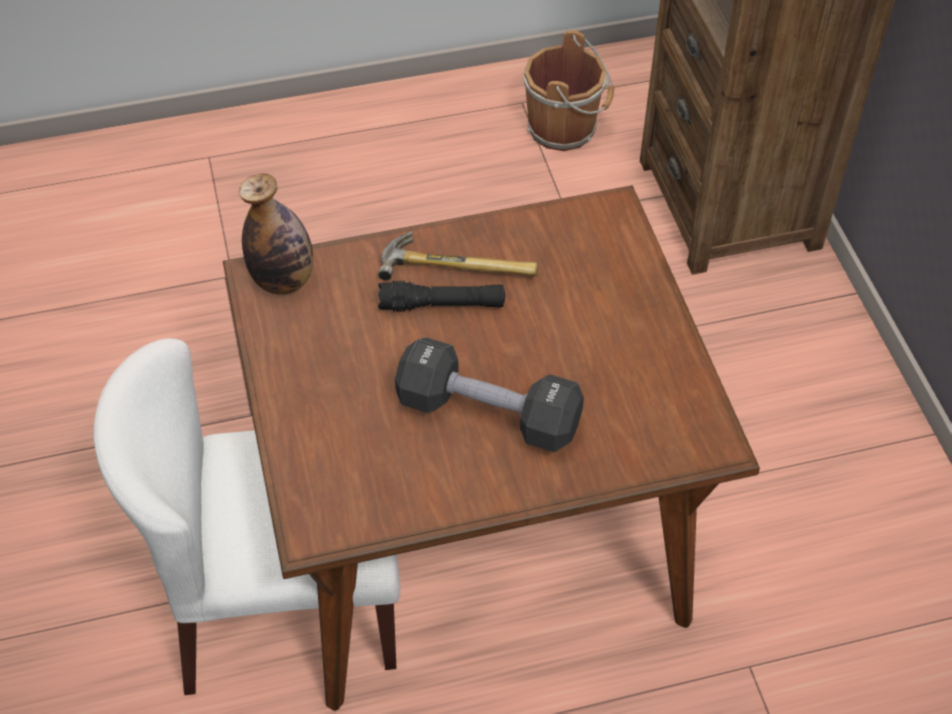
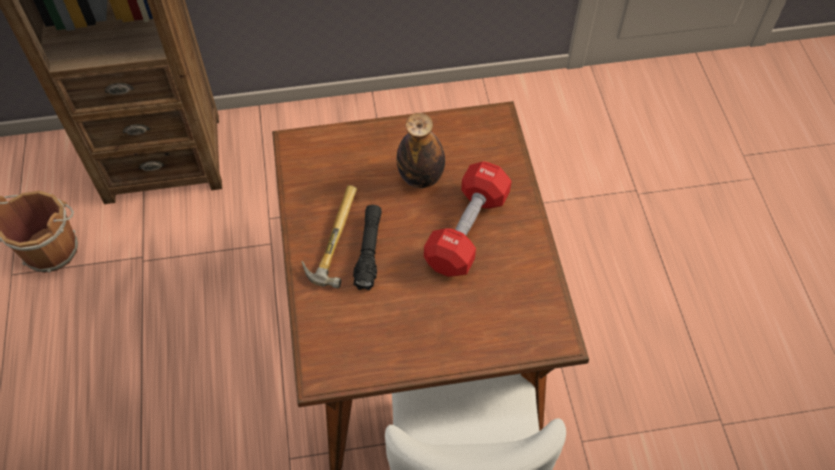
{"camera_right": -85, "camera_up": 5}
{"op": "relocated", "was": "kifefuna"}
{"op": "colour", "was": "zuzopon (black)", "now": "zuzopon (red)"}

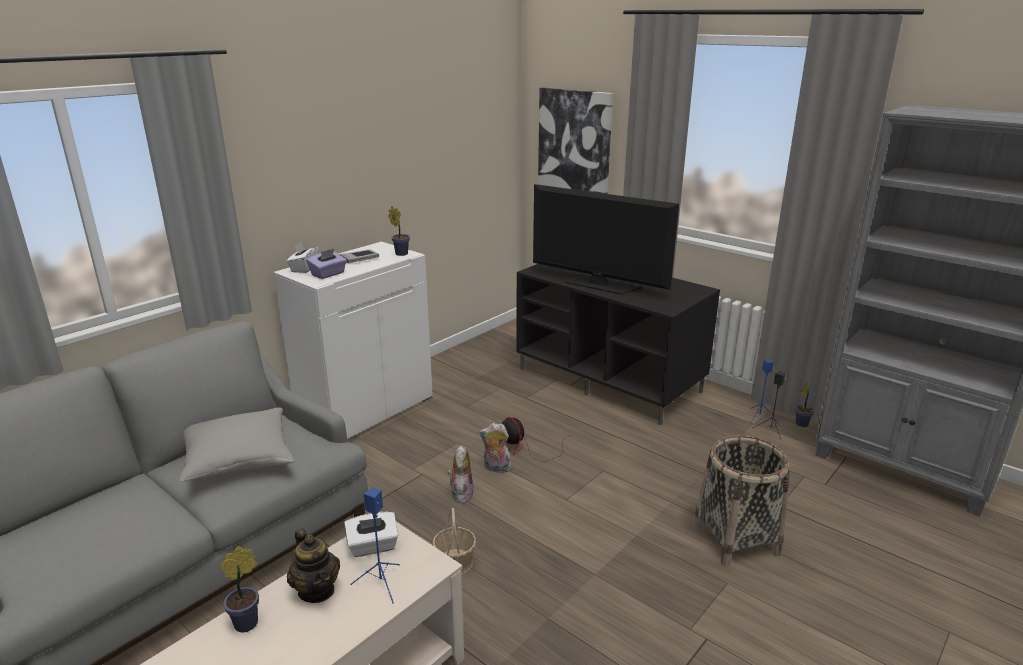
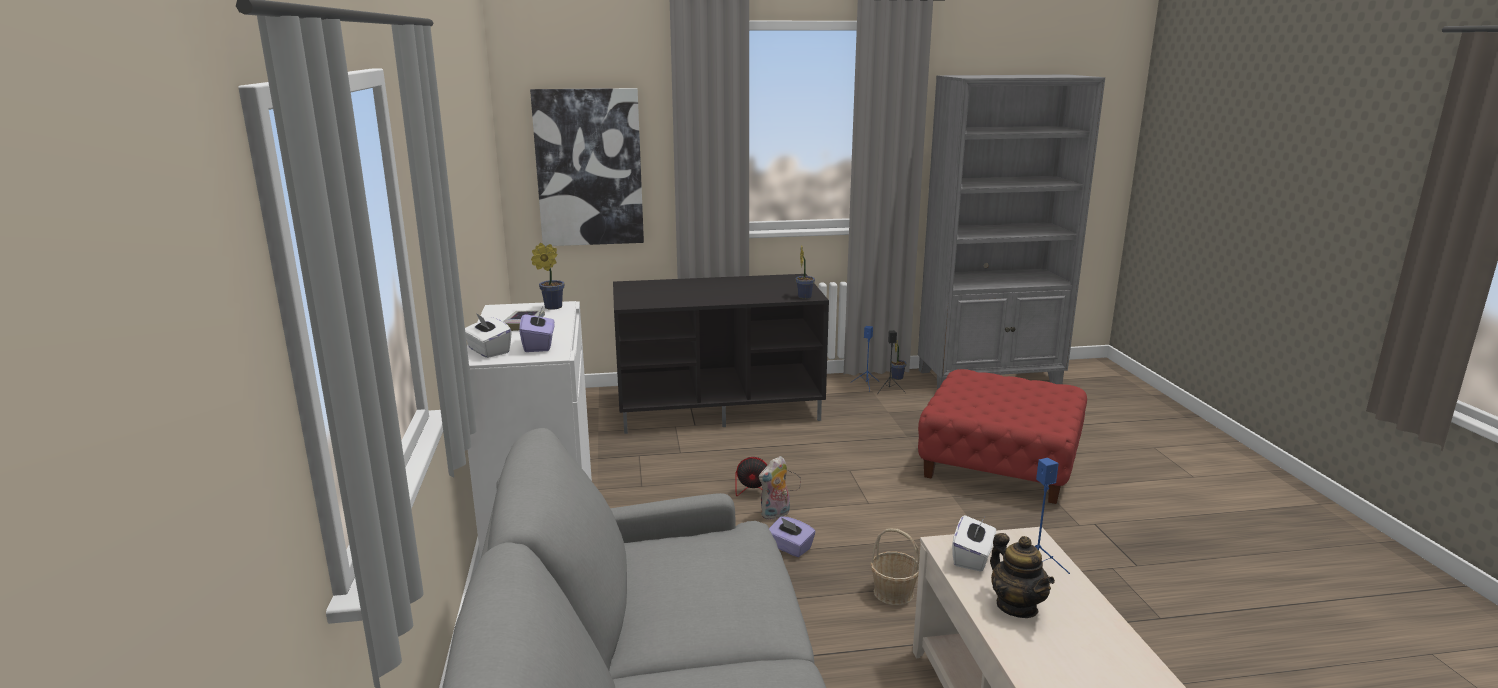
{"camera_right": -50, "camera_up": -5}
{"op": "missing", "was": "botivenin"}
{"op": "missing", "was": "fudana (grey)"}
{"op": "exchanged", "was": "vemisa (no. 2 from left)", "now": "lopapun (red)"}
{"op": "exchanged", "was": "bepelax (no. 1 from left)", "now": "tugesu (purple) (no. 2 from left)"}
{"op": "spun", "was": "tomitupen", "clockwise": 60}
{"op": "relocated", "was": "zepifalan (no. 1 from left in the first image)", "now": "zepifalan (no. 2 from left)"}

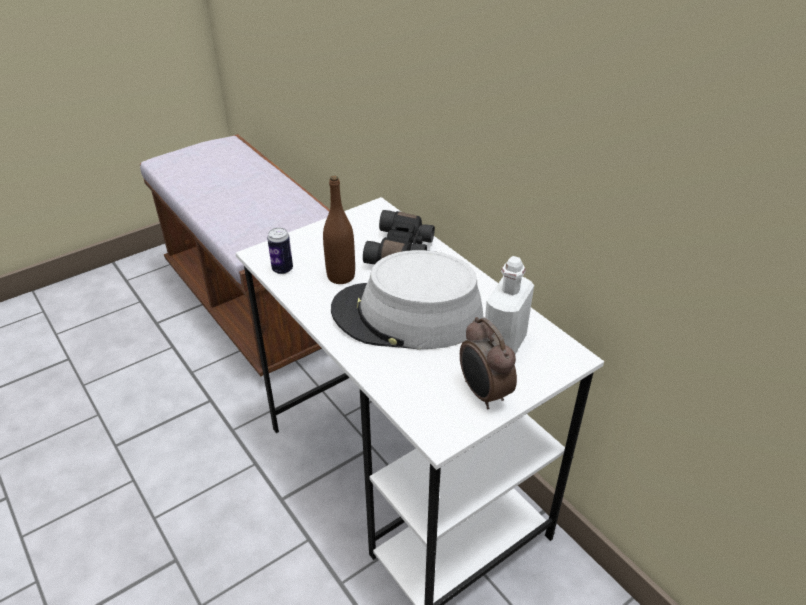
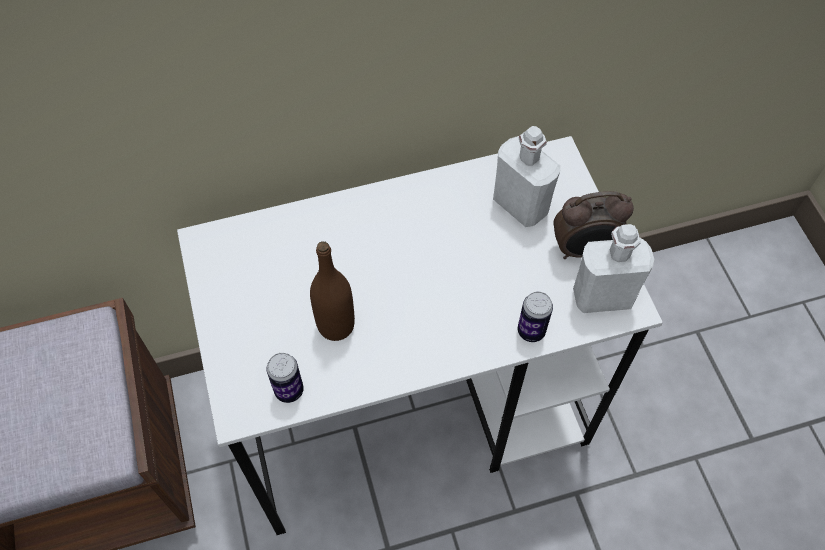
{"camera_right": -70, "camera_up": 20}
{"op": "missing", "was": "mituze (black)"}
{"op": "missing", "was": "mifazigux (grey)"}
{"op": "appeared", "now": "kifefuna (white) (no. 2 from left)"}
{"op": "appeared", "now": "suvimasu (no. 2 from left)"}

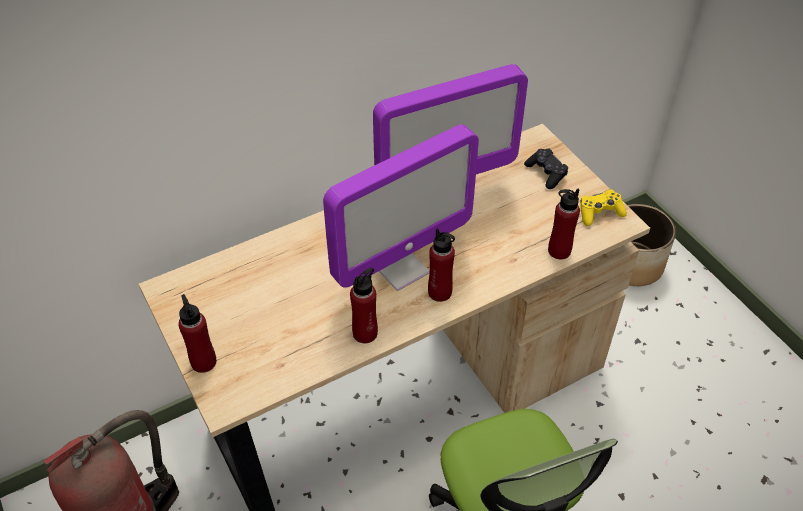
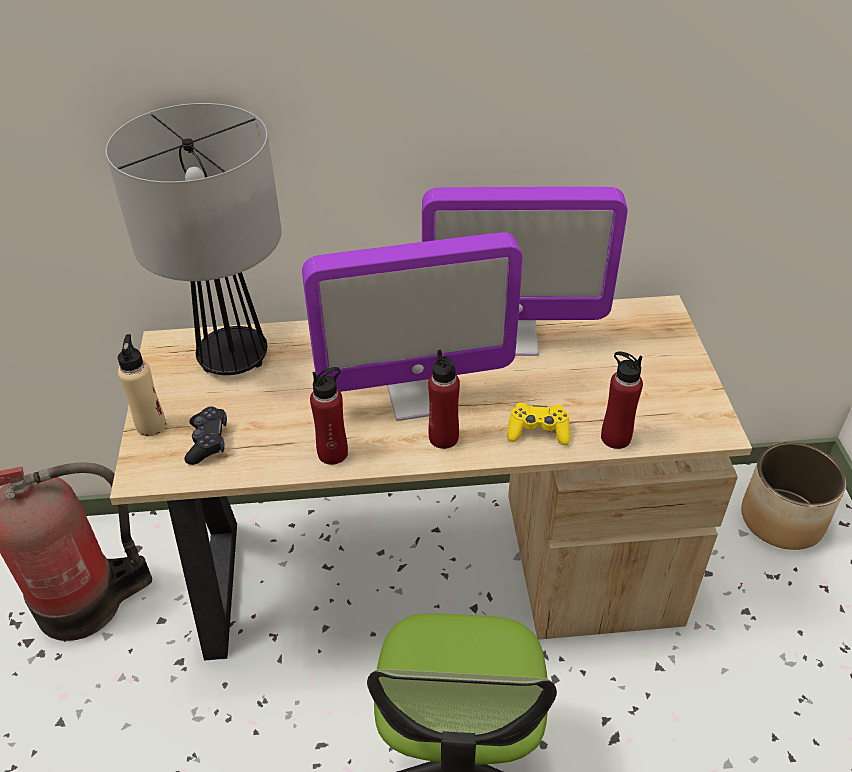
{"camera_right": 25, "camera_up": -5}
{"op": "relocated", "was": "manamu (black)"}
{"op": "relocated", "was": "manamu (yellow)"}
{"op": "colour", "was": "kifefuna (red) (no. 1 from left)", "now": "kifefuna (beige)"}
{"op": "appeared", "now": "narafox"}

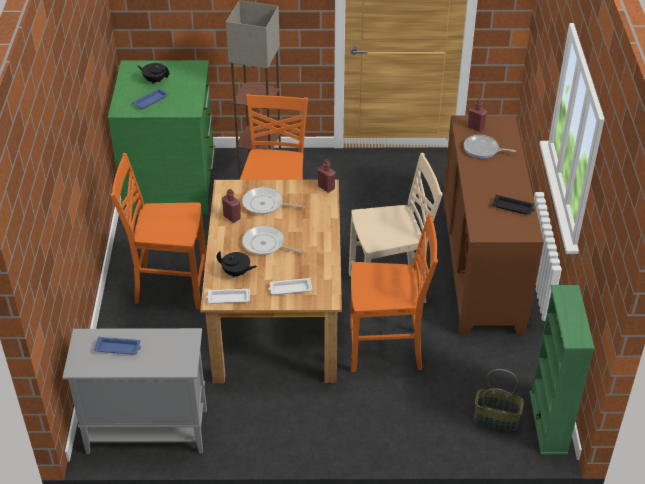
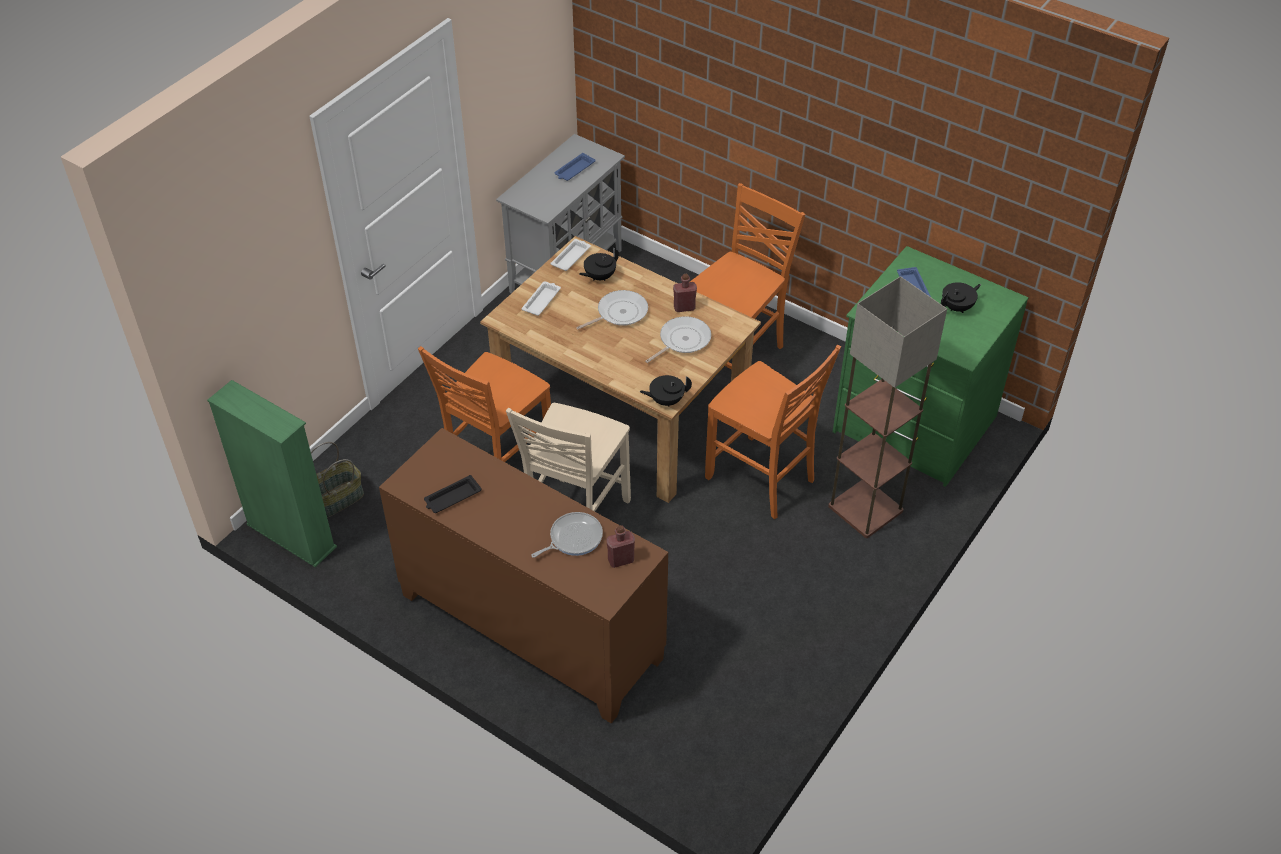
{"camera_right": 125, "camera_up": 5}
{"op": "exchanged", "was": "kifefuna (red) (no. 2 from left)", "now": "tomitupen (black) (no. 2 from left)"}

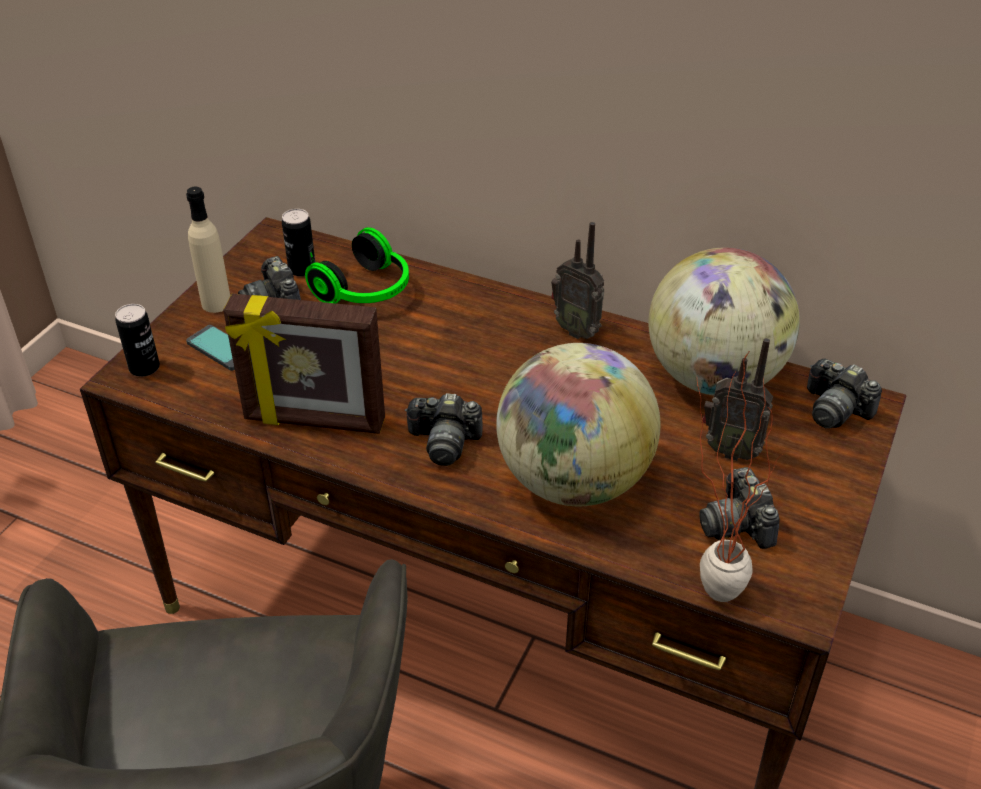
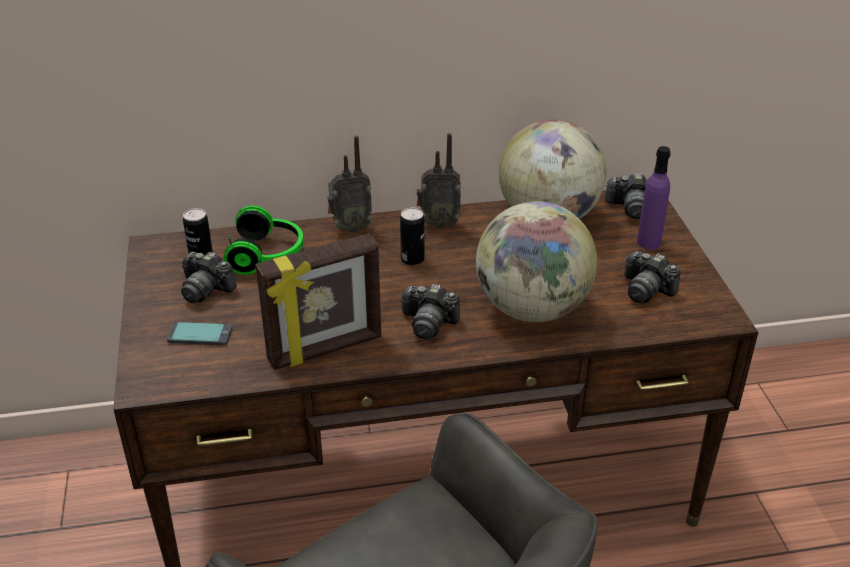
{"camera_right": -35, "camera_up": -5}
{"op": "missing", "was": "kifefuna (beige)"}
{"op": "relocated", "was": "suvimasu (no. 1 from left in the first image)", "now": "suvimasu (no. 2 from left)"}
{"op": "relocated", "was": "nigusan (no. 2 from left in the first image)", "now": "nigusan (no. 1 from left)"}
{"op": "missing", "was": "zepifalan"}
{"op": "spun", "was": "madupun (no. 2 from left)", "clockwise": 45}
{"op": "appeared", "now": "kifefuna (purple)"}

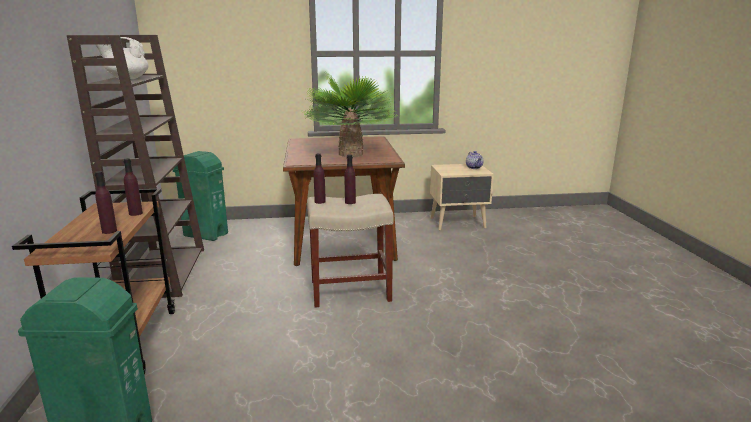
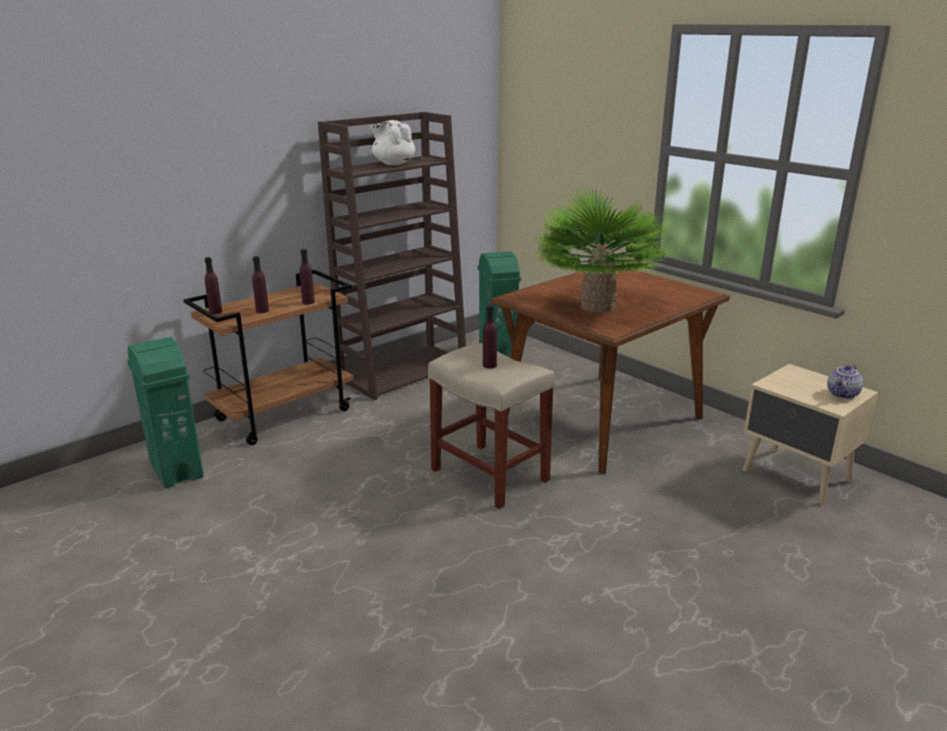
{"camera_right": 55, "camera_up": 5}
{"op": "relocated", "was": "kifefuna (purple) (no. 3 from left in the first image)", "now": "kifefuna (purple) (no. 1 from left)"}

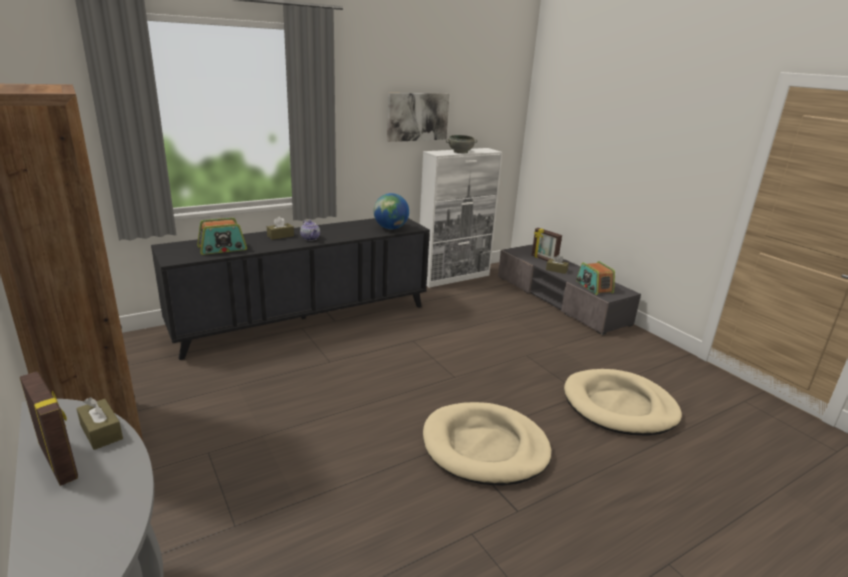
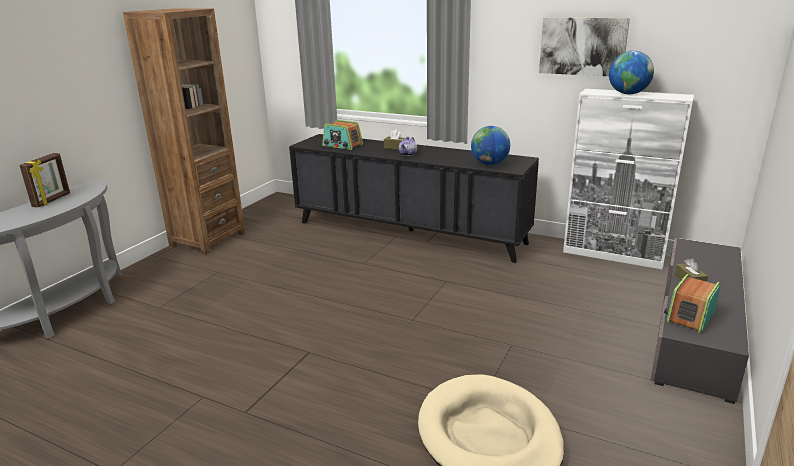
{"camera_right": 60, "camera_up": 0}
{"op": "exchanged", "was": "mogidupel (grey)", "now": "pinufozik (no. 2 from left)"}
{"op": "missing", "was": "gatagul (no. 2 from left)"}
{"op": "missing", "was": "tugesu (brown) (no. 1 from left)"}
{"op": "missing", "was": "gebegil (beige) (no. 1 from left)"}

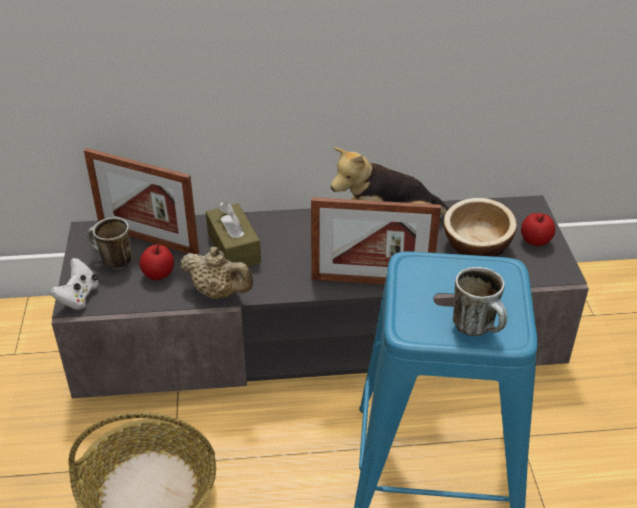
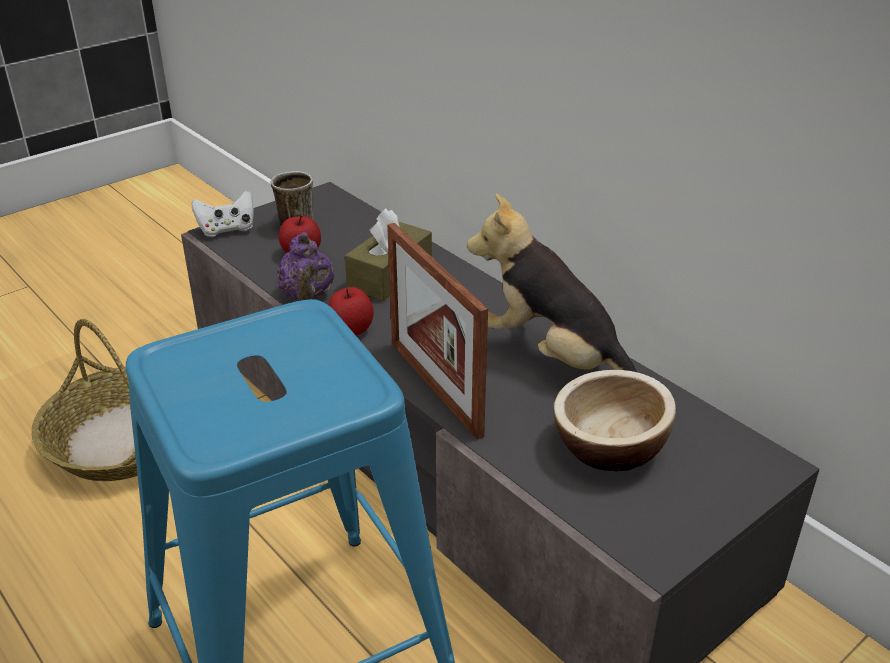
{"camera_right": 55, "camera_up": -5}
{"op": "missing", "was": "gatagul (no. 1 from left)"}
{"op": "relocated", "was": "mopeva (no. 2 from left)"}
{"op": "colour", "was": "tomitupen (beige)", "now": "tomitupen (purple)"}
{"op": "missing", "was": "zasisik (no. 2 from left)"}

